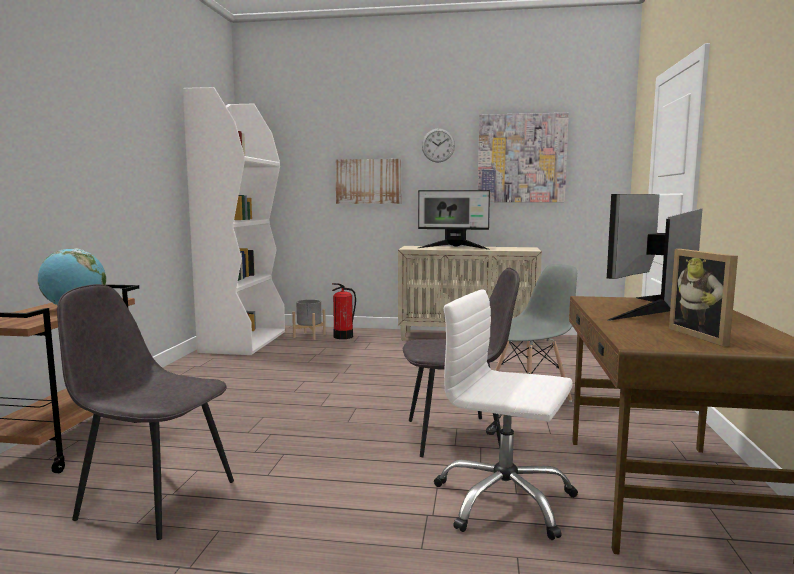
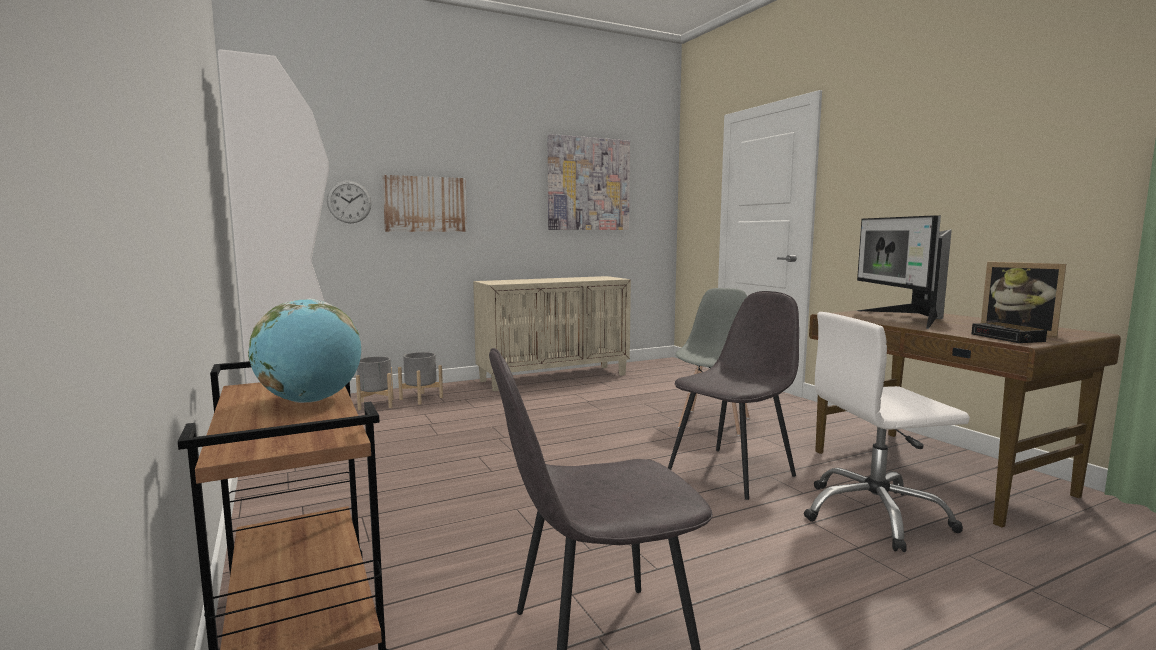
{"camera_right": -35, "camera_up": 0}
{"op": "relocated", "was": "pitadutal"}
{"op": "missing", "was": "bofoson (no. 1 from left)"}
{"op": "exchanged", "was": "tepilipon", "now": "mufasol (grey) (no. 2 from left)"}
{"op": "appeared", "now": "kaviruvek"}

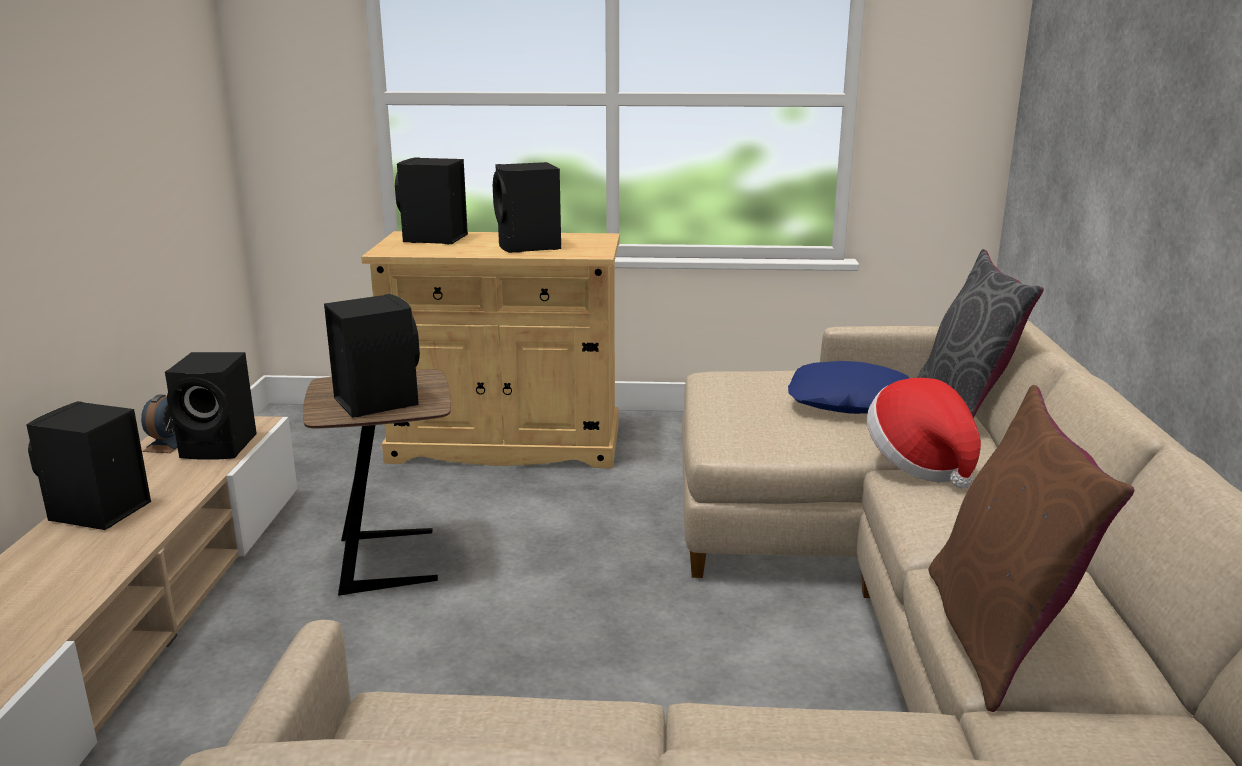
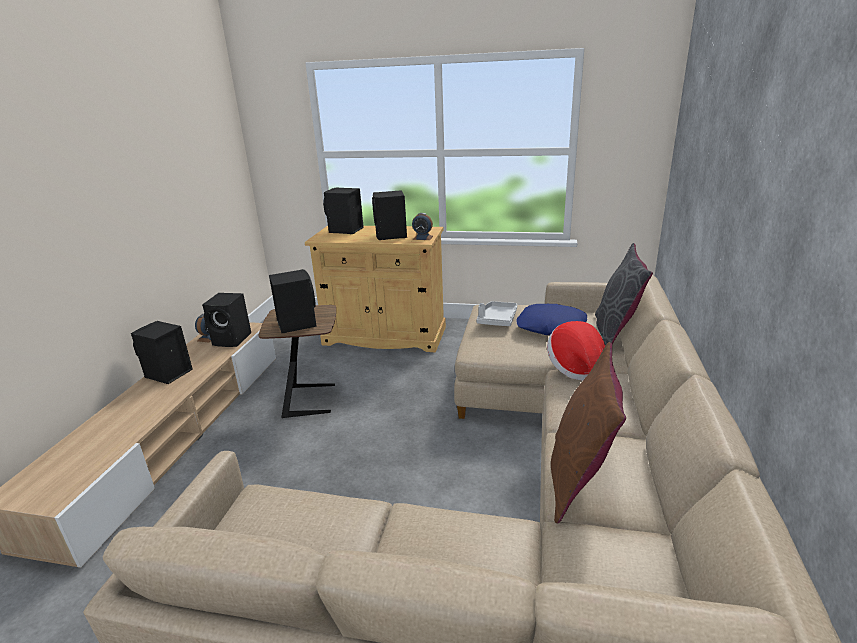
{"camera_right": 10, "camera_up": 5}
{"op": "appeared", "now": "kaviruvek (no. 2 from left)"}
{"op": "appeared", "now": "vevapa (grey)"}

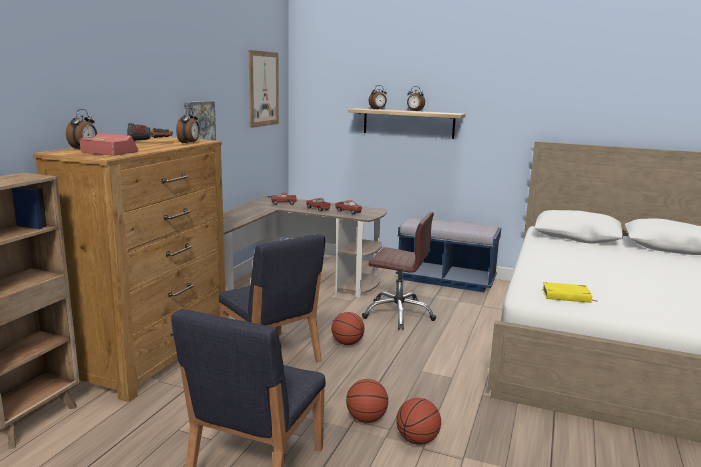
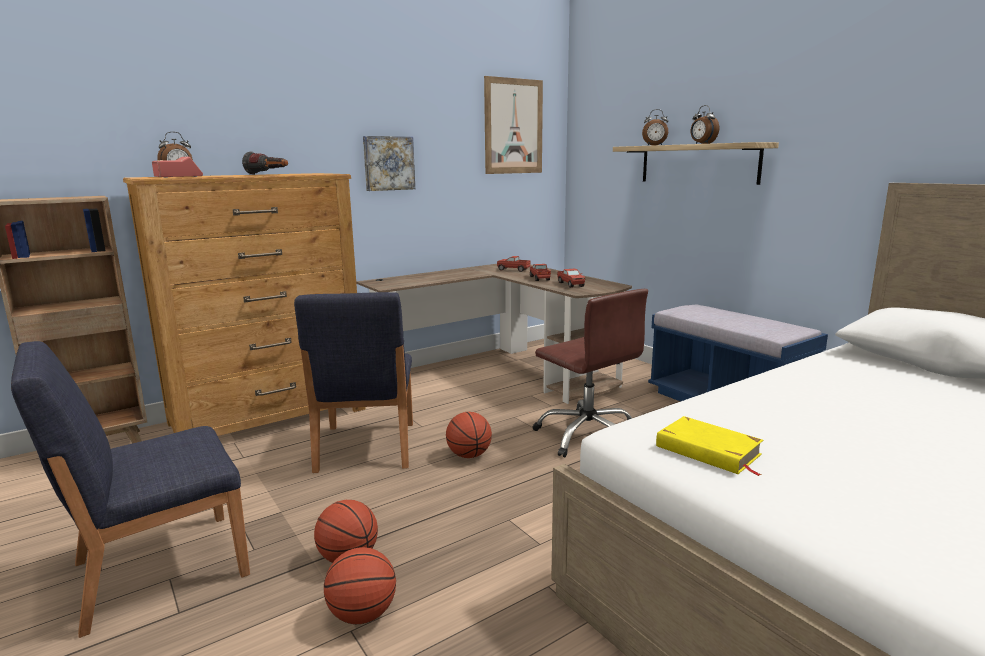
{"camera_right": 35, "camera_up": 0}
{"op": "missing", "was": "kaviruvek (no. 3 from left)"}

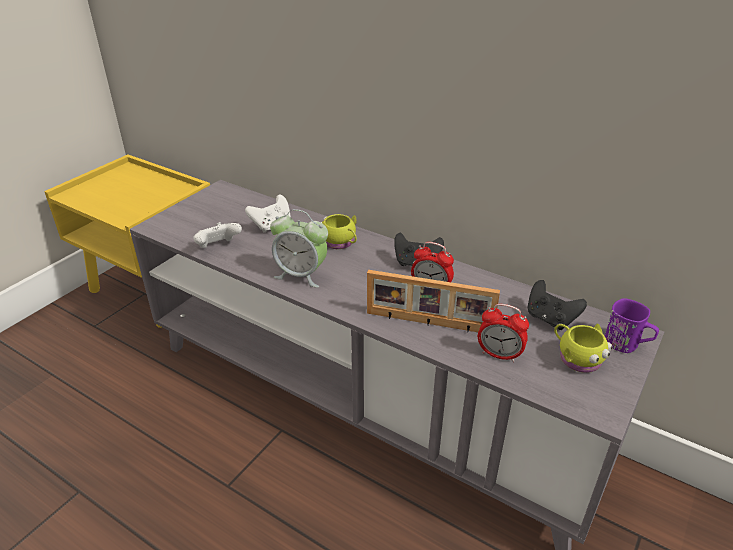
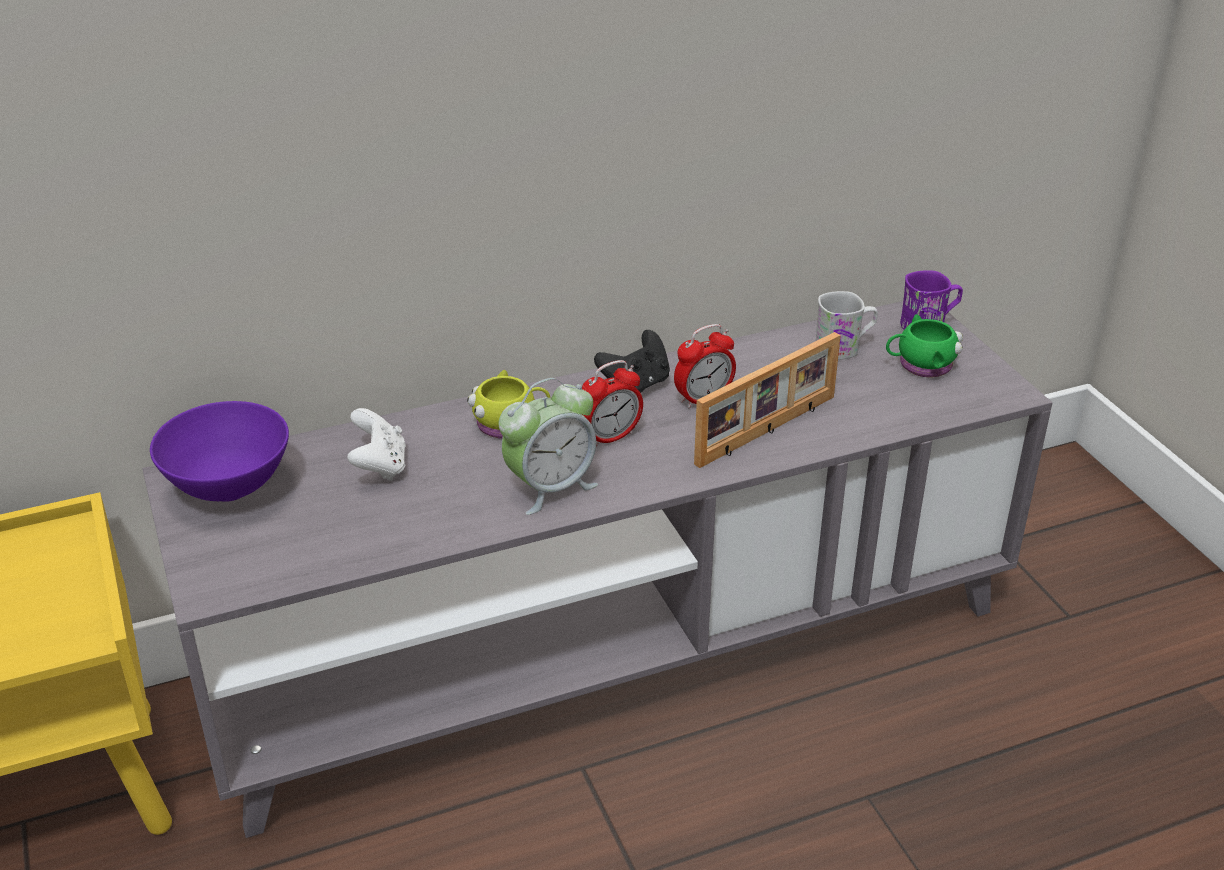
{"camera_right": -55, "camera_up": 0}
{"op": "missing", "was": "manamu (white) (no. 1 from left)"}
{"op": "exchanged", "was": "manamu (black) (no. 2 from left)", "now": "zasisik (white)"}
{"op": "relocated", "was": "kaviruvek (no. 3 from left in the first image)", "now": "kaviruvek (no. 2 from left)"}
{"op": "colour", "was": "zasisik (yellow) (no. 2 from left)", "now": "zasisik (green)"}
{"op": "appeared", "now": "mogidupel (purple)"}

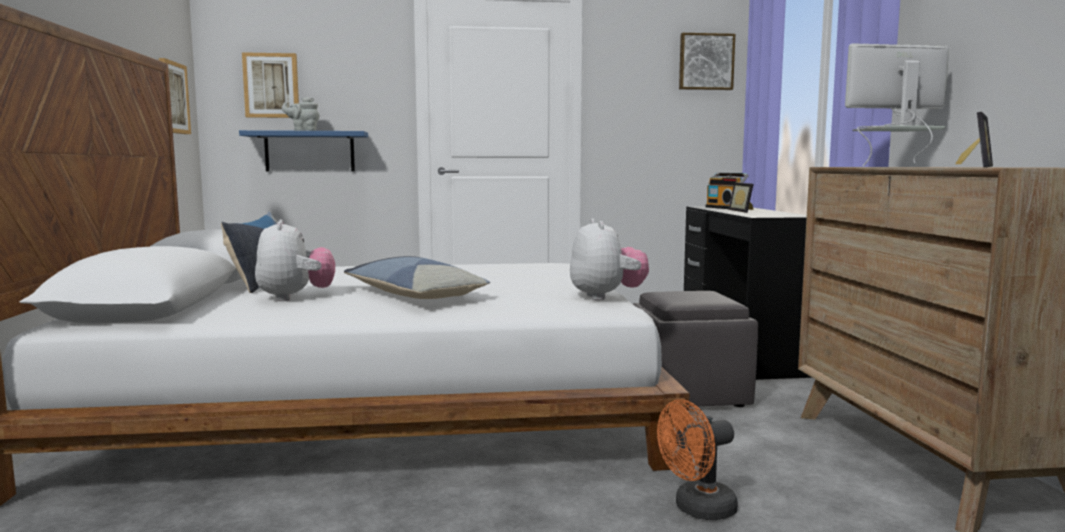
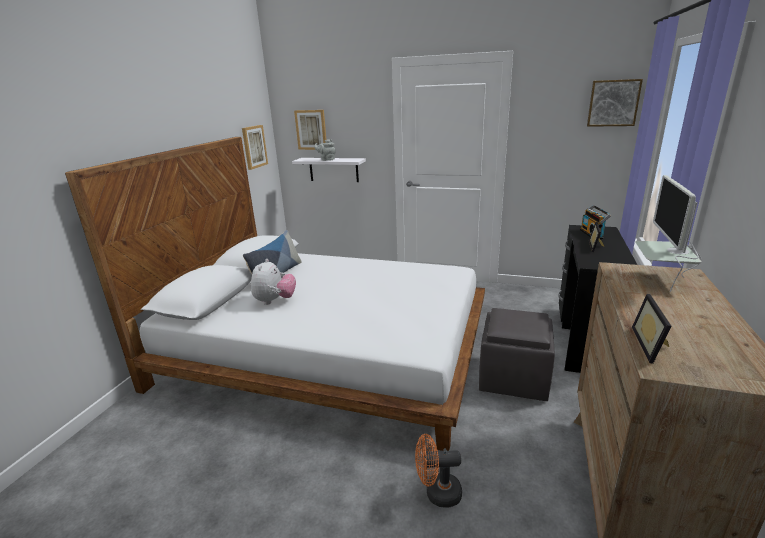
{"camera_right": 25, "camera_up": 15}
{"op": "spun", "was": "bofoson", "clockwise": -90}
{"op": "spun", "was": "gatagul (no. 2 from left)", "clockwise": 135}
{"op": "colour", "was": "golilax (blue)", "now": "golilax (white)"}
{"op": "missing", "was": "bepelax (no. 2 from left)"}
{"op": "missing", "was": "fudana (no. 2 from left)"}

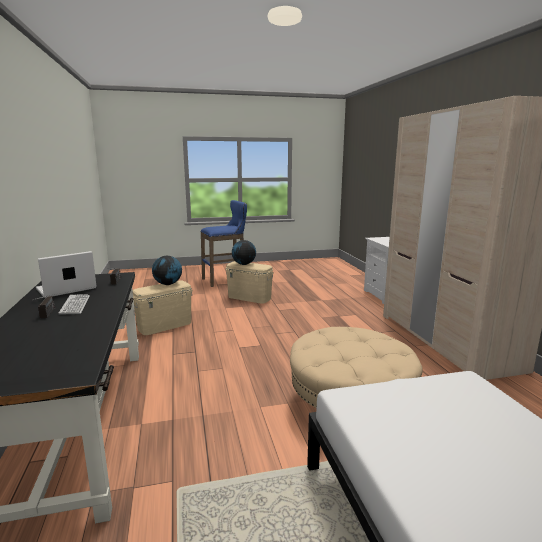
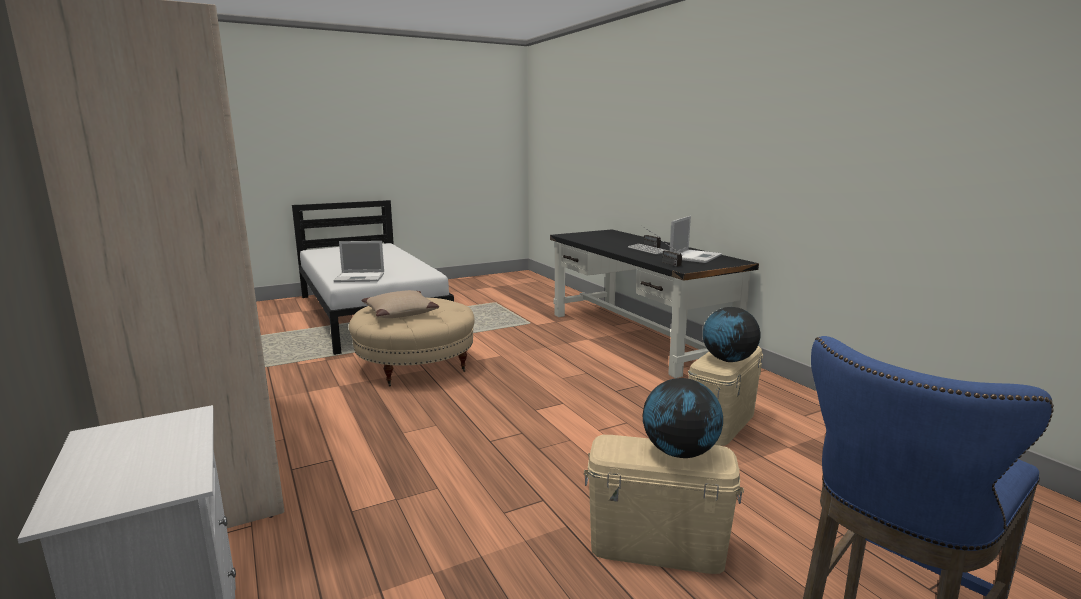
{"camera_right": 165, "camera_up": 0}
{"op": "appeared", "now": "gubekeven (no. 1 from left)"}
{"op": "appeared", "now": "fudana (beige)"}

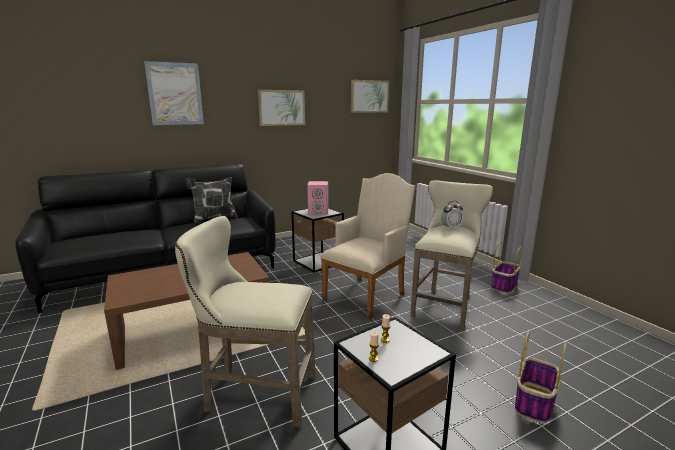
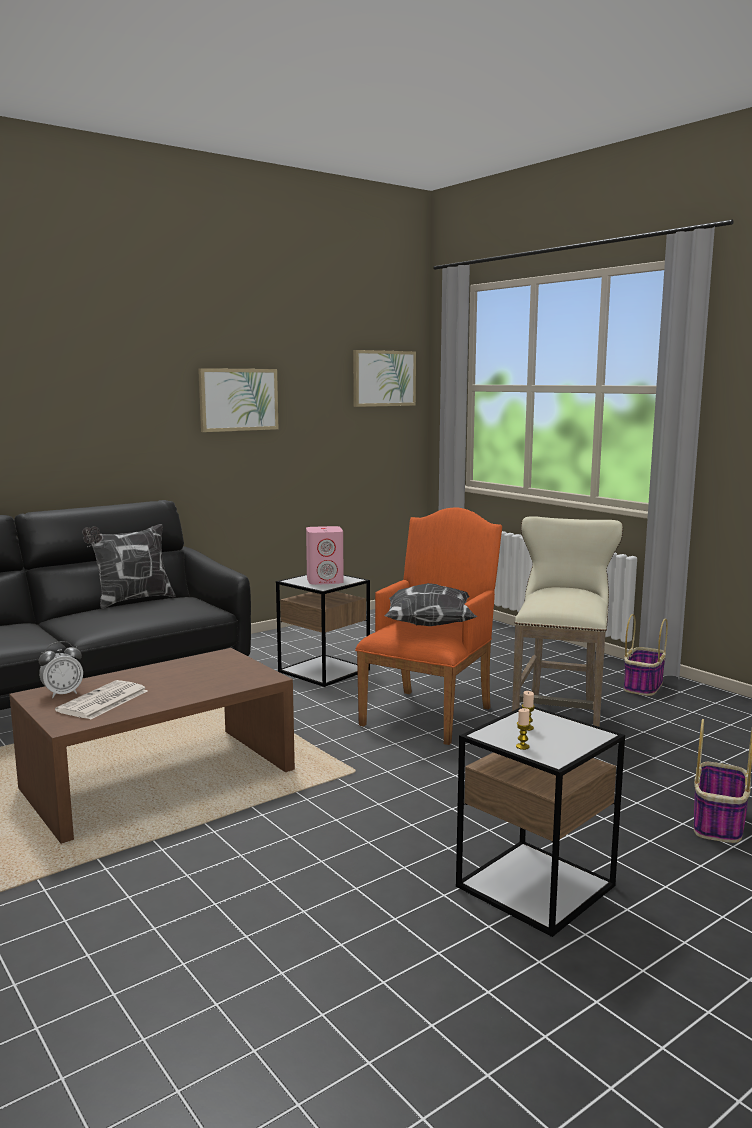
{"camera_right": -10, "camera_up": -5}
{"op": "missing", "was": "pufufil (no. 1 from left)"}
{"op": "colour", "was": "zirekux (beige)", "now": "zirekux (orange)"}
{"op": "relocated", "was": "kaviruvek"}
{"op": "missing", "was": "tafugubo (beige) (no. 1 from left)"}
{"op": "appeared", "now": "fudana (no. 2 from left)"}
{"op": "appeared", "now": "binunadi"}

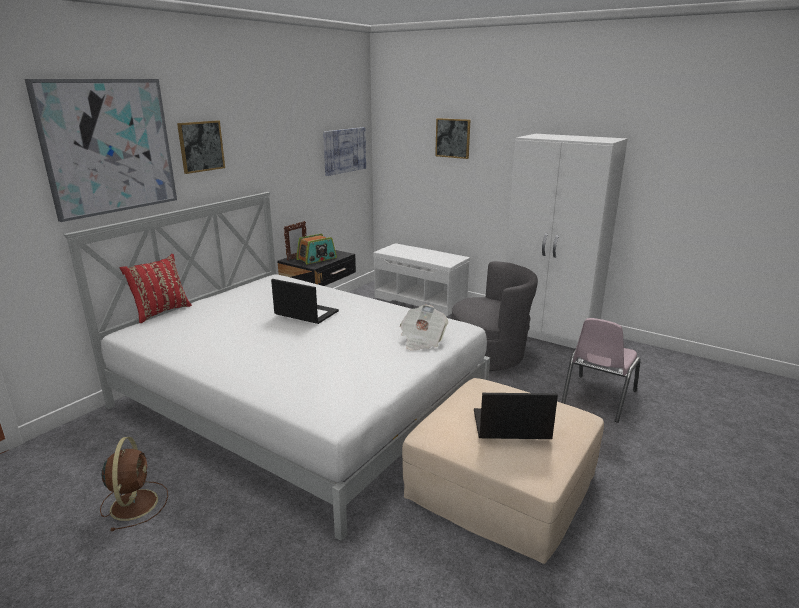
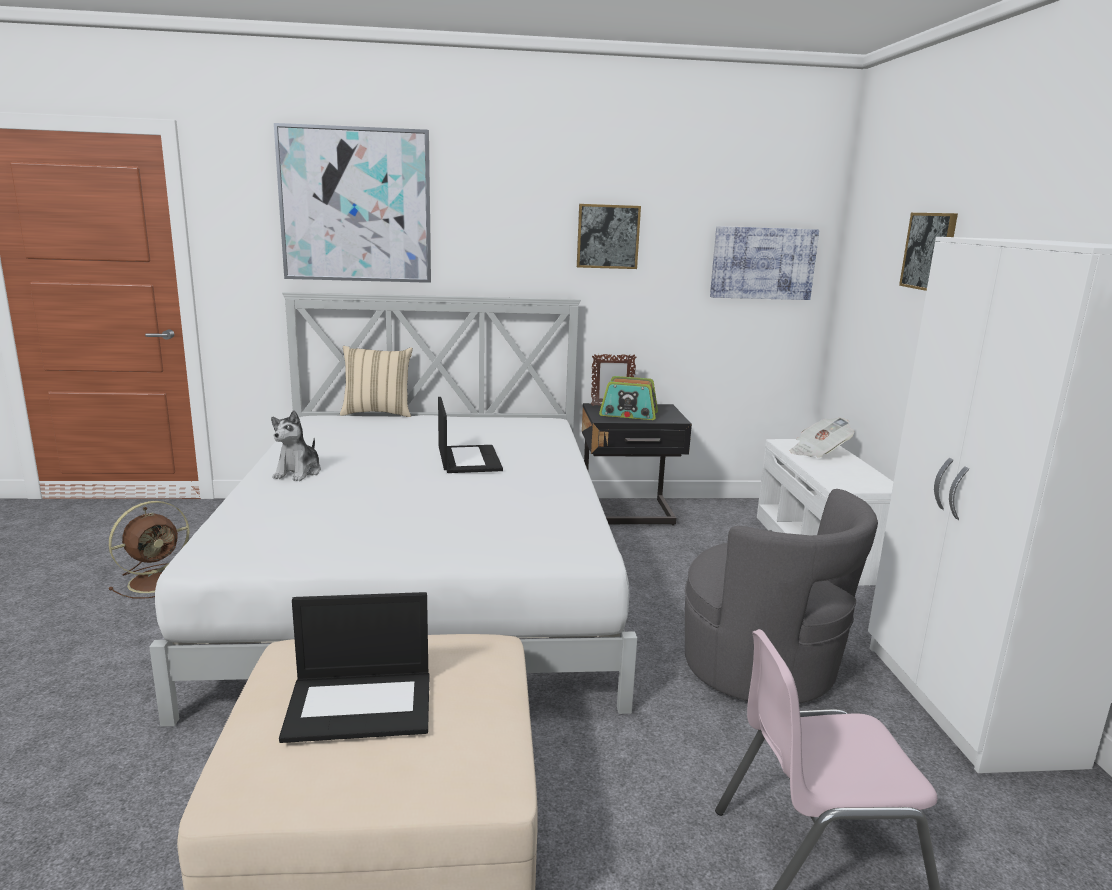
{"camera_right": 50, "camera_up": -5}
{"op": "relocated", "was": "pufufil (no. 2 from left)"}
{"op": "colour", "was": "fudana (red)", "now": "fudana (beige)"}
{"op": "relocated", "was": "binunadi"}
{"op": "spun", "was": "gubekeven (no. 2 from left in the first image)", "clockwise": 120}
{"op": "appeared", "now": "bepelax"}

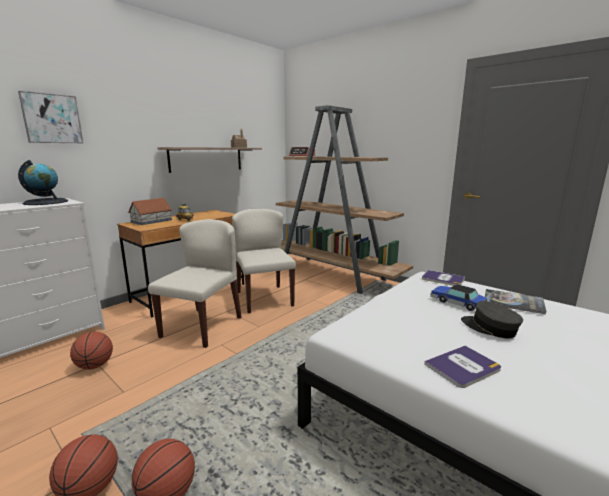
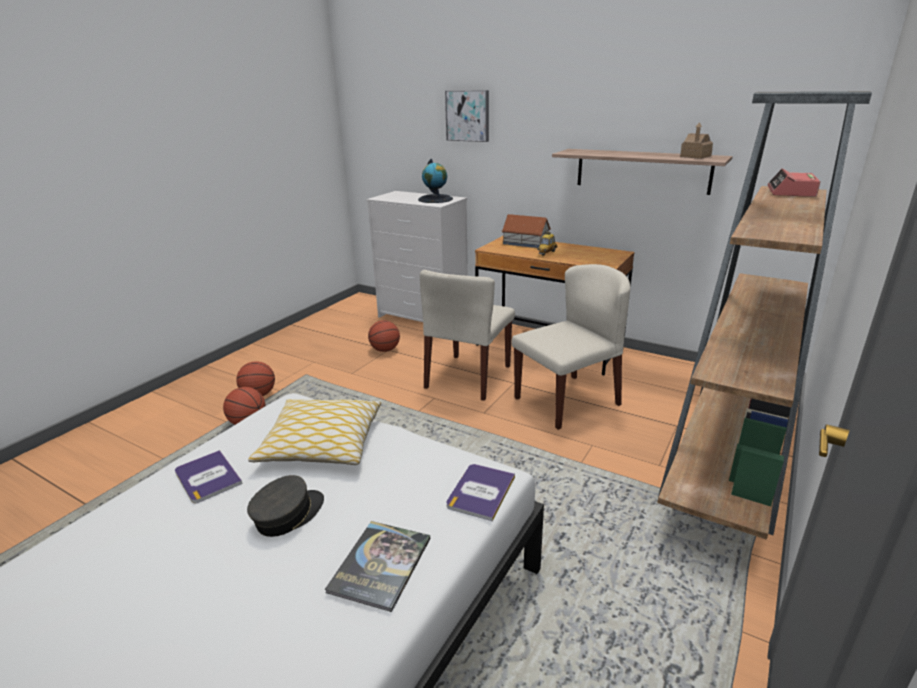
{"camera_right": 80, "camera_up": 10}
{"op": "spun", "was": "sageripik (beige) (no. 1 from left)", "clockwise": 105}
{"op": "missing", "was": "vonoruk (no. 2 from left)"}
{"op": "appeared", "now": "fudana"}

